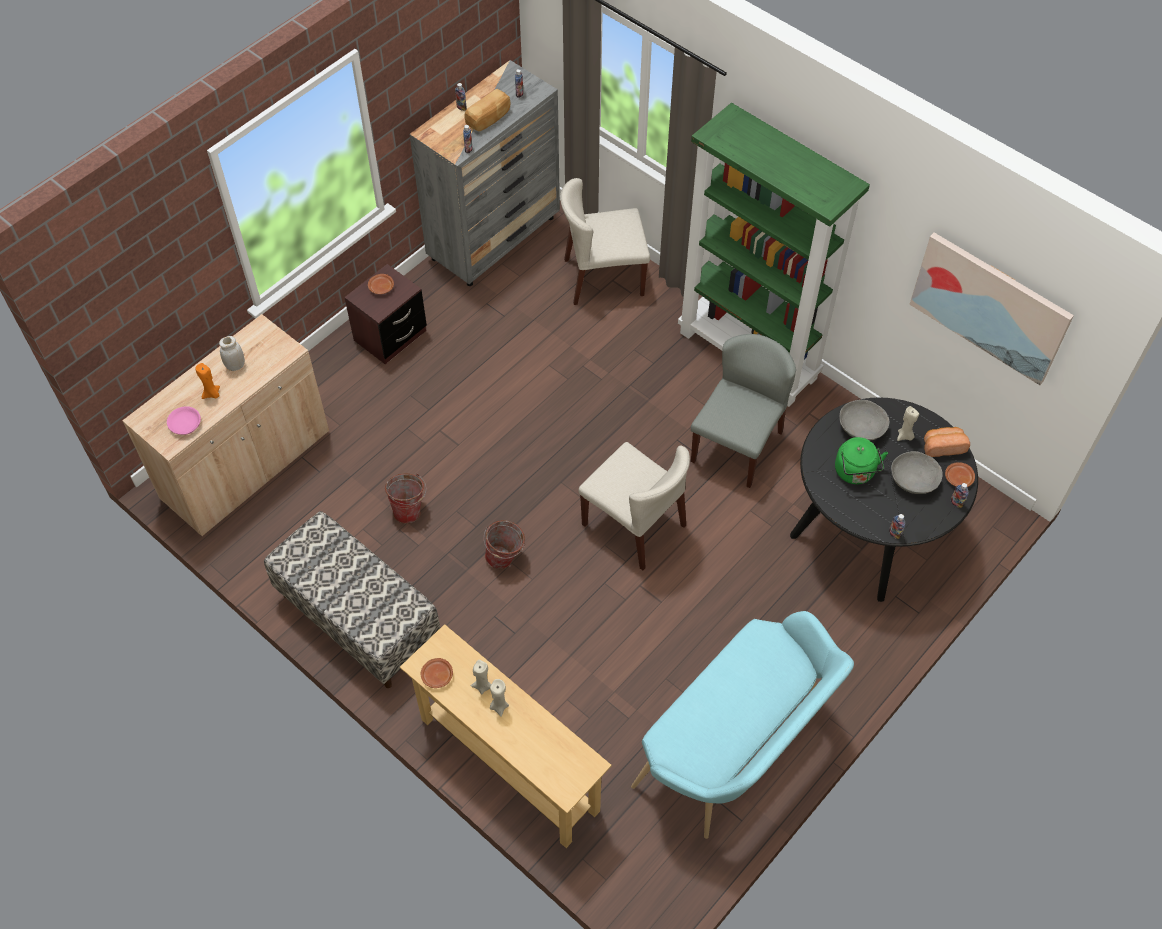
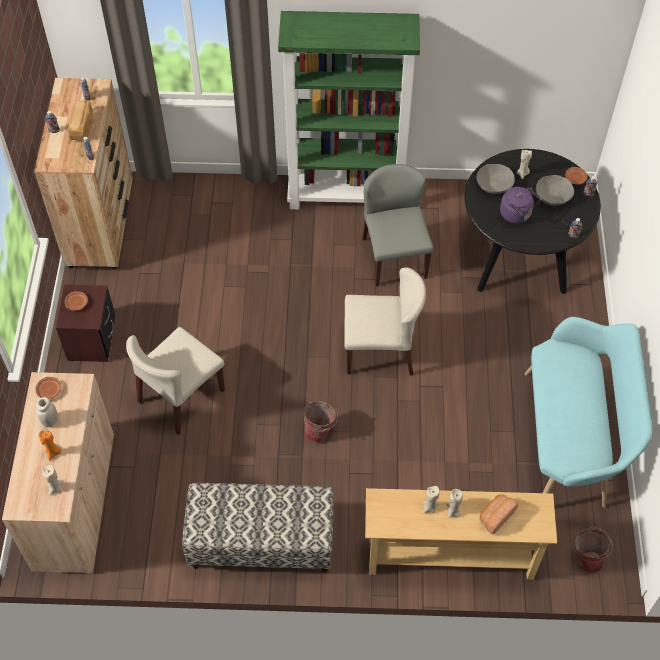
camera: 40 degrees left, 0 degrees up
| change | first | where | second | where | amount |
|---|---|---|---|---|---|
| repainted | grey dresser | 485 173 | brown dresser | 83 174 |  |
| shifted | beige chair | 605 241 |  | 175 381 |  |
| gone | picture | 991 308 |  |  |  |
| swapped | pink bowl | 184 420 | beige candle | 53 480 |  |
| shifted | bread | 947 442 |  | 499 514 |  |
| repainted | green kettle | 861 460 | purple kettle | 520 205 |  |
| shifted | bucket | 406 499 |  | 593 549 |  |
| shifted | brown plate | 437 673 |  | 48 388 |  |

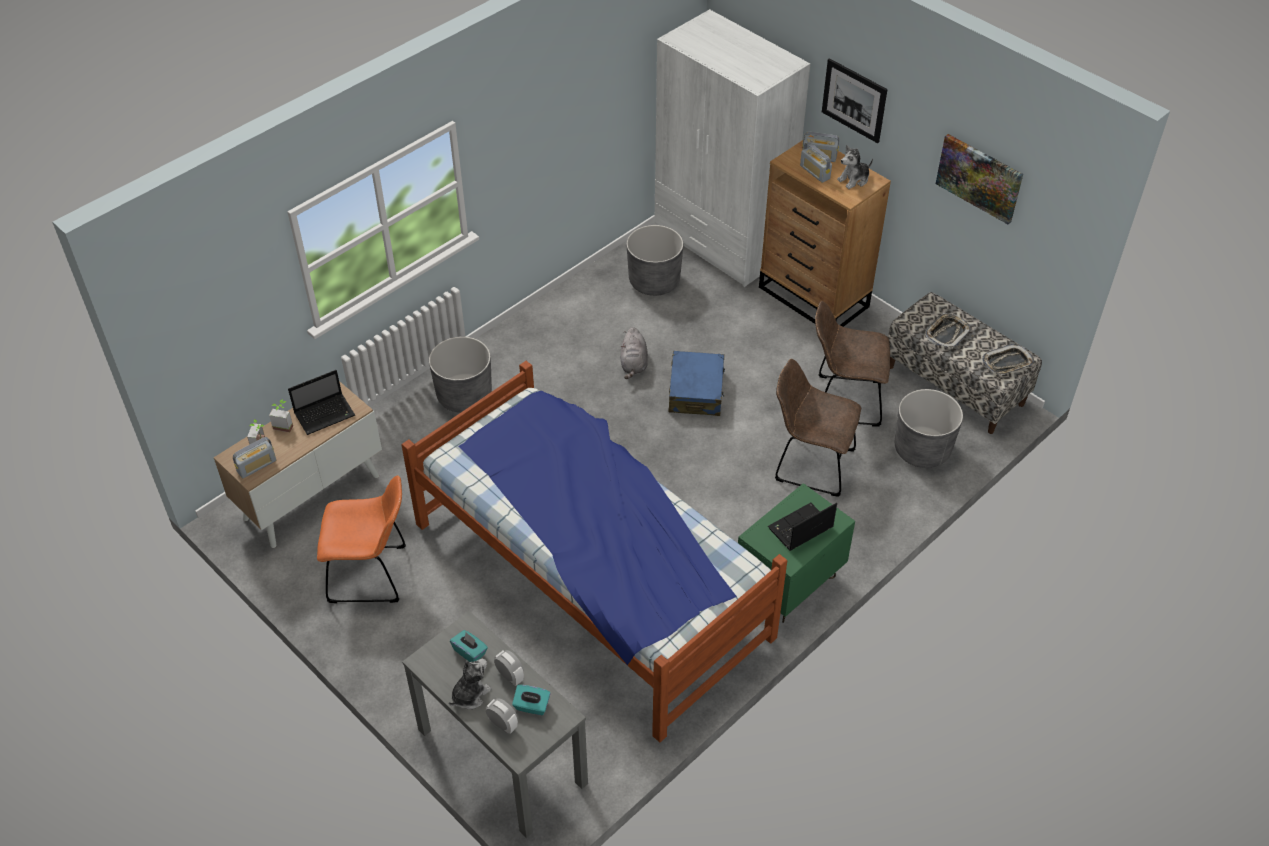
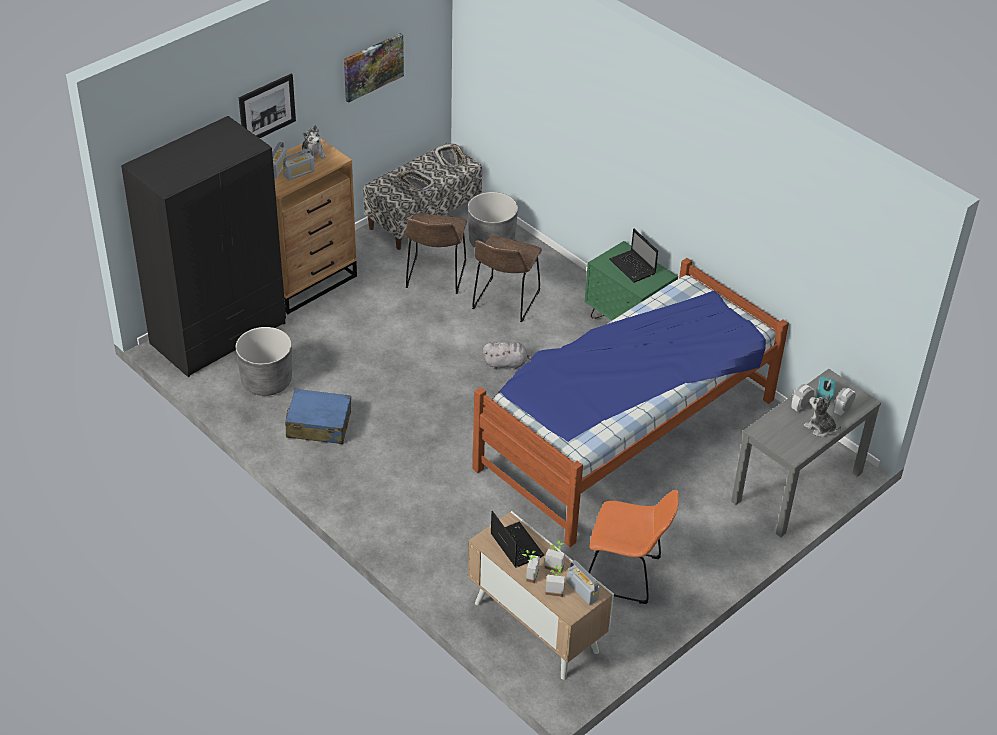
camera: 90 degrees left, 5 degrees down
| change | first | where | second | where | amount |
|---|---|---|---|---|---|
| repainted | white wardrobe | 732 148 | black wardrobe | 203 246 |  |
| shifted | grey plush toy | 634 353 |  | 507 355 |  |
| gone | grey planter | 460 374 |  |  |  |
| shifted | blue suitcase | 696 383 |  | 318 416 |  |
| rotated | orange chair | 361 539 |  | 633 547 | 105 degrees clockwise |
| gone | turquoise tissue box | 469 646 |  |  |  |
| new |  |  | potted plant | 555 557 |  |

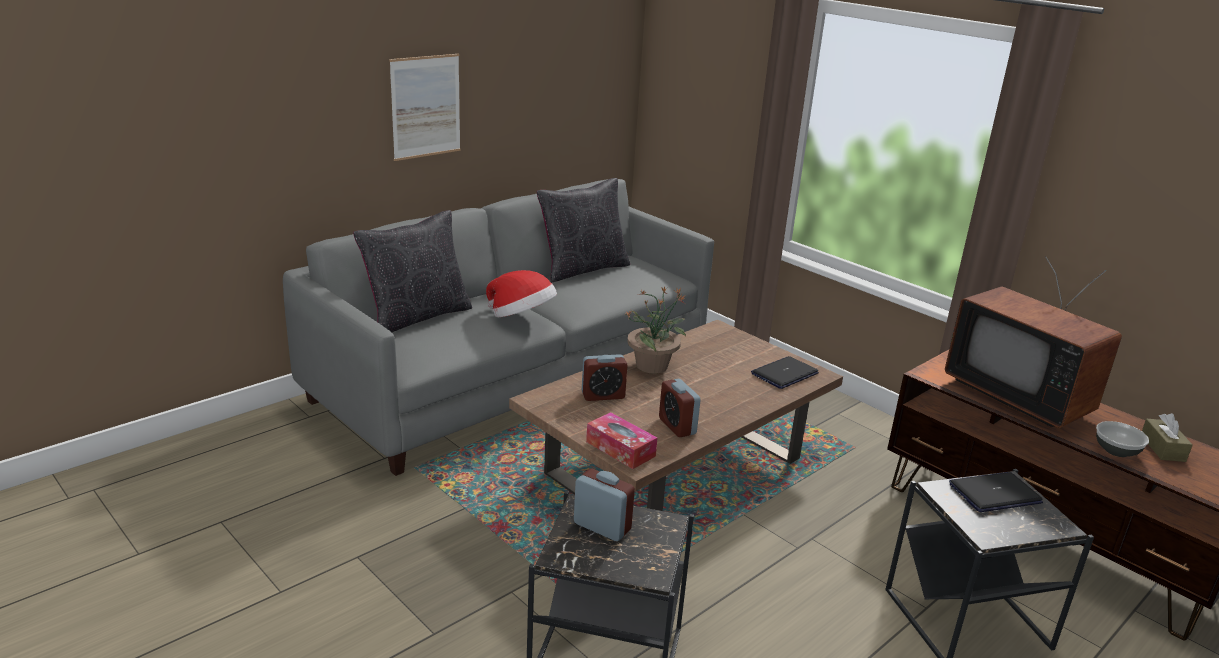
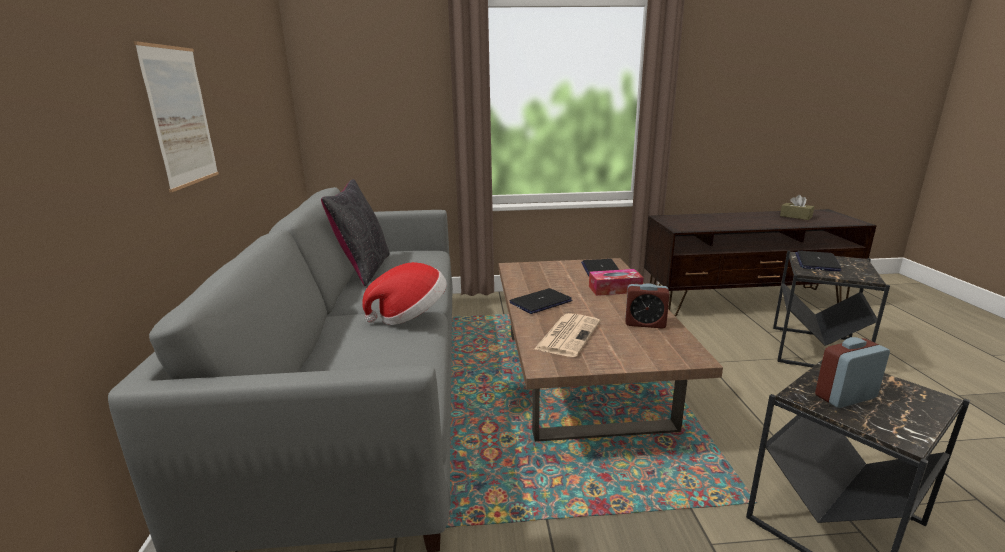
camera: 50 degrees left, 5 degrees down
| change | first | where | second | where | amount |
|---|---|---|---|---|---|
| gone | black pillow | 412 271 |  |  |  |
| gone | television | 1033 342 |  |  |  |
| swapped | potted plant | 655 330 | laptop | 540 301 |  |
| swapped | alarm clock | 605 377 | newspaper | 567 335 |  |
| shifted | tissue box | 621 440 |  | 616 282 |  |
| gone | bowl | 1122 439 |  |  |  |

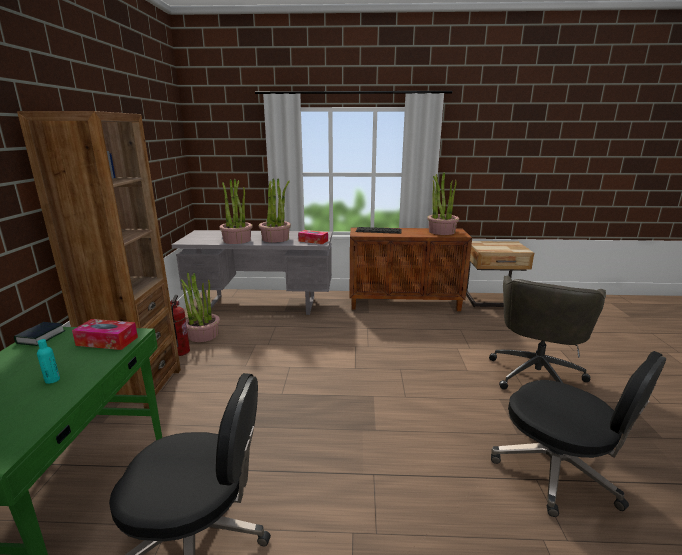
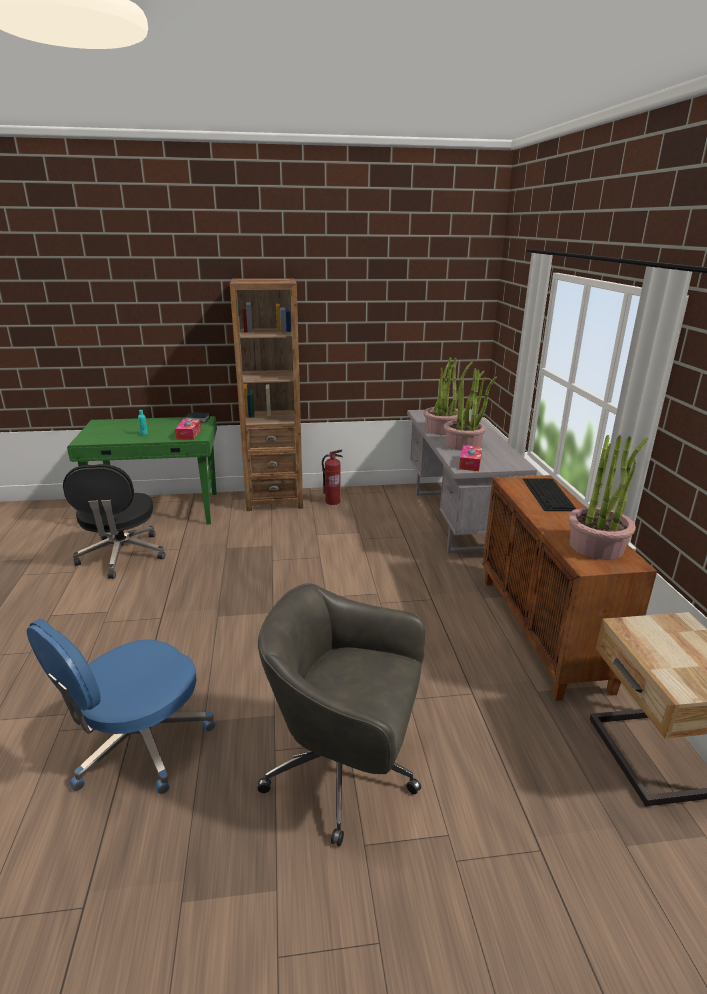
camera: 80 degrees right, 5 degrees up
| change | first | where | second | where | amount |
|---|---|---|---|---|---|
| gone | potted plant | 200 307 |  |  |  |
| repainted | black office chair | 578 434 | blue office chair | 121 706 |  |

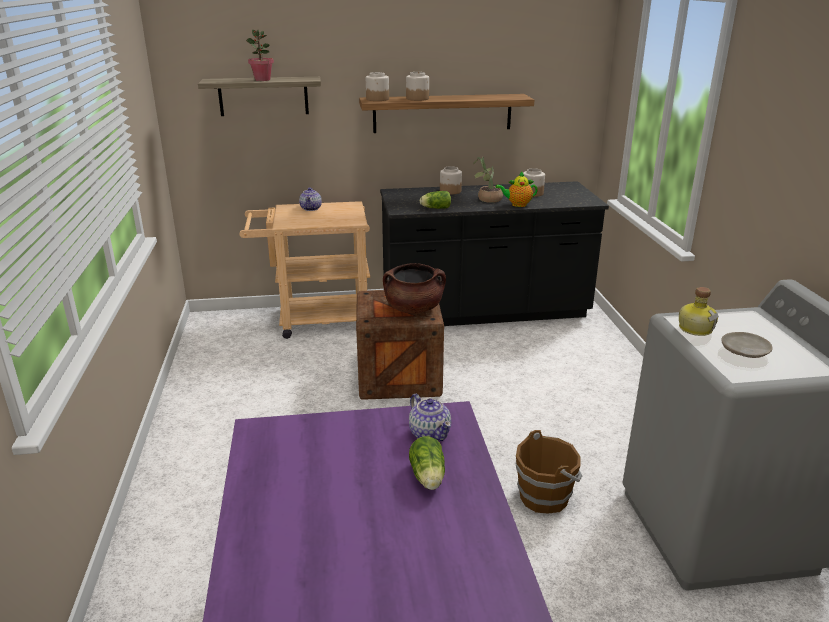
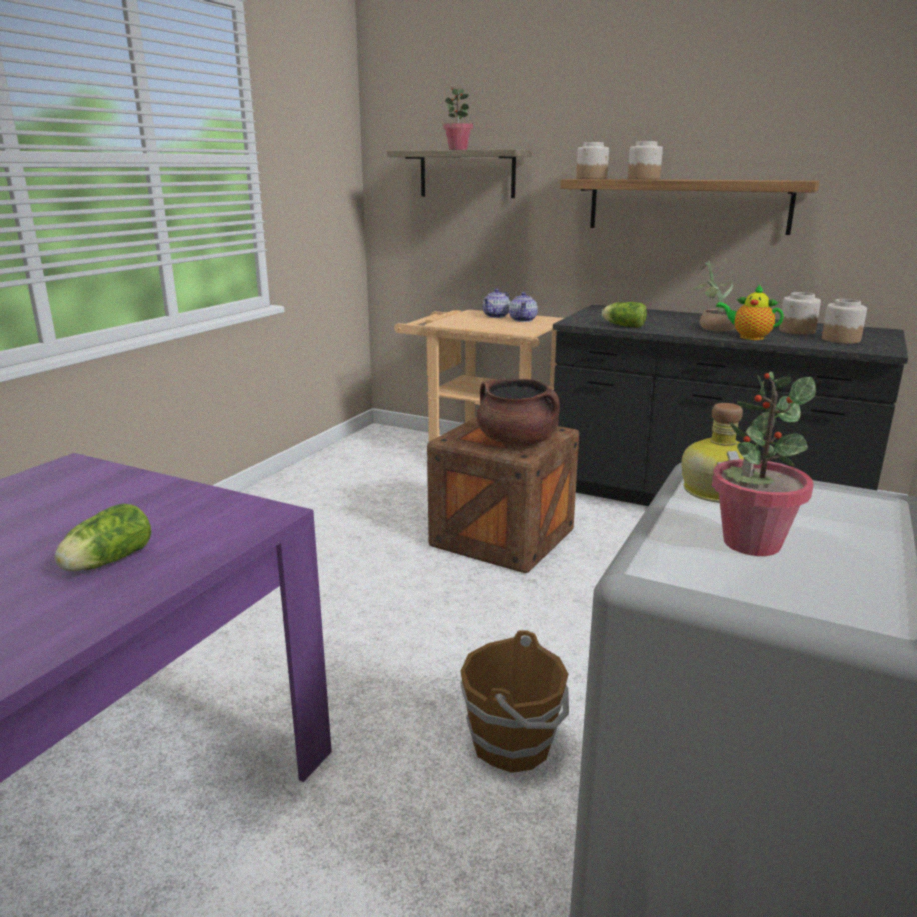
camera: 35 degrees right, 5 degrees down
| change | first | where | second | where | amount |
|---|---|---|---|---|---|
| shifted | jar | 451 180 |  | 844 321 |  |
| swapped | beige plate | 747 345 | potted plant | 764 464 |  |
| shifted | teapot | 430 417 |  | 523 307 |  |

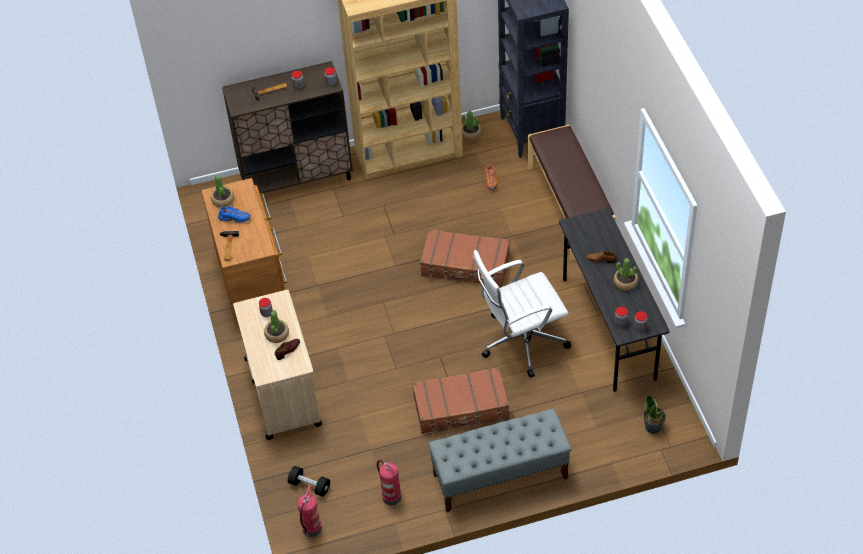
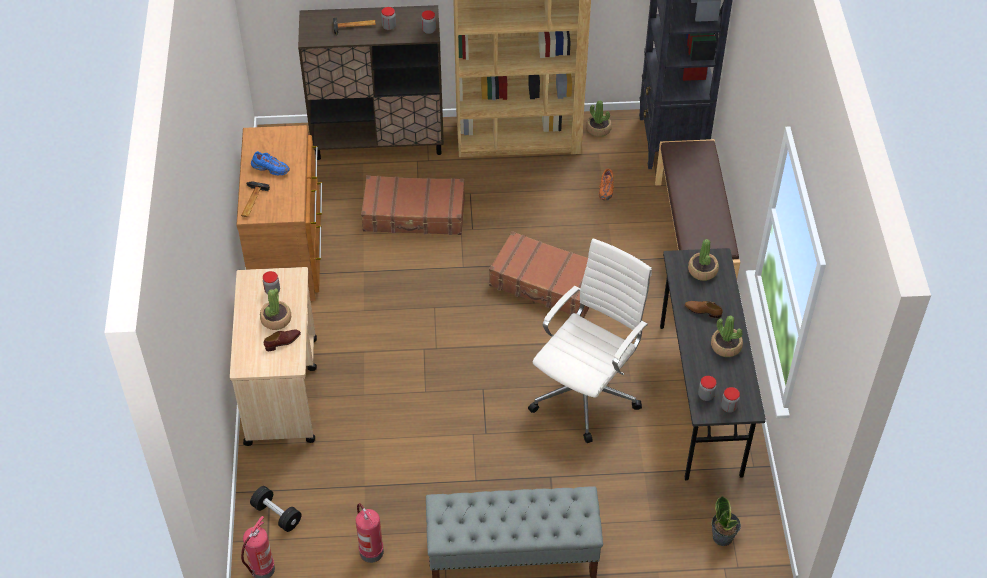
camera: 10 degrees right, 0 degrees up
| change | first | where | second | where | amount |
|---|---|---|---|---|---|
| shifted | potted plant | 222 191 |  | 703 260 |  |
| rotated | white office chair | 522 314 |  | 590 340 | 135 degrees clockwise |
| shifted | brown suitcase | 460 400 |  | 413 205 |  |

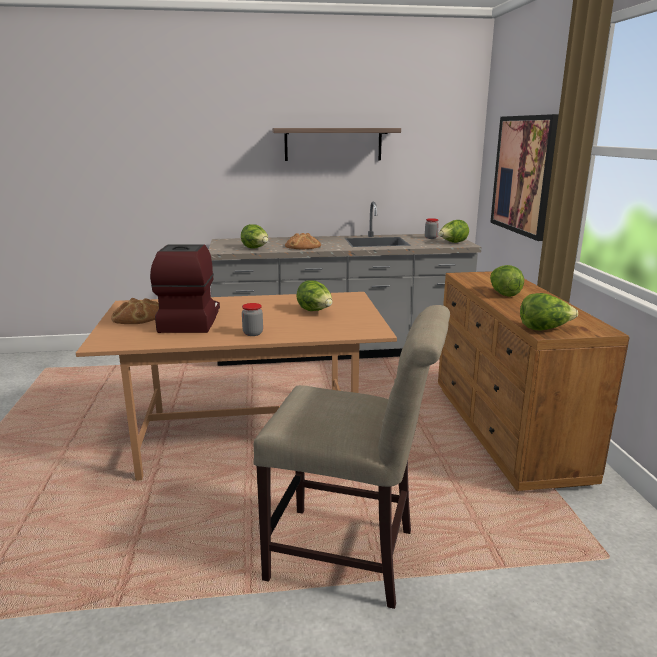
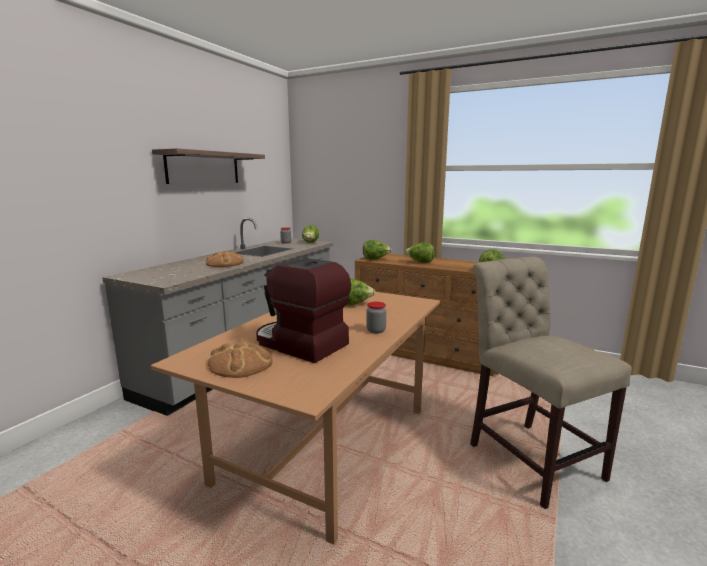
camera: 55 degrees left, 5 degrees down
| change | first | where | second | where | amount |
|---|---|---|---|---|---|
| gone | picture | 524 177 |  |  |  |
| shifted | lettuce | 254 236 |  | 377 250 |  |
| rotated | beige chair | 351 457 |  | 551 383 | 75 degrees counterclockwise |

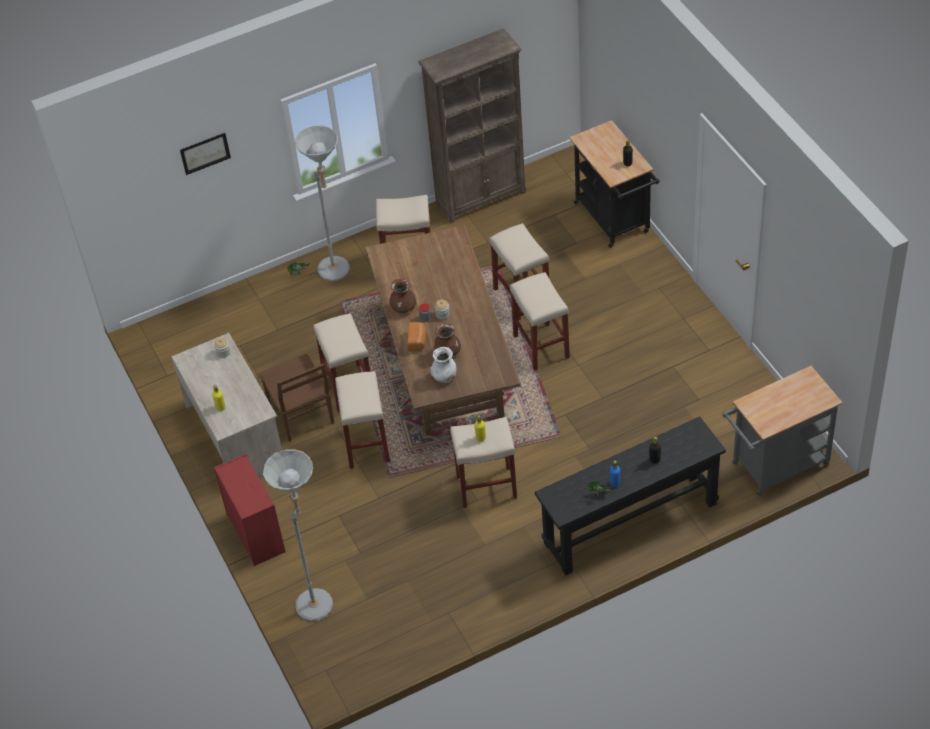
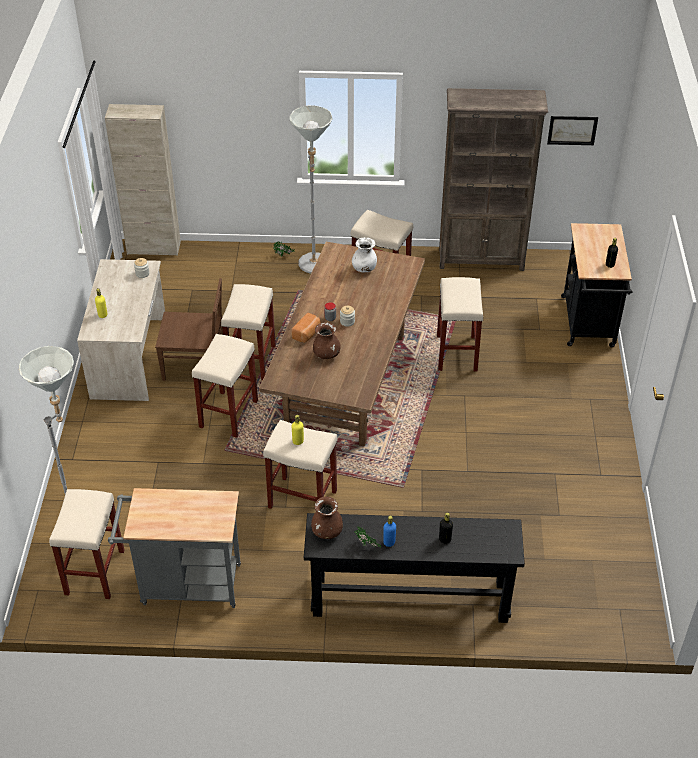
camera: 25 degrees right, 5 degrees down
| change | first | where | second | where | amount |
|---|---|---|---|---|---|
| shifted | picture | 205 154 |  | 572 130 |  |
| shifted | beige stool | 540 321 |  | 86 544 |  |
| shifted | brown vase | 402 296 |  | 327 517 |  |
| shifted | white vase | 443 365 |  | 364 254 |  |
| rotated | brown chair | 296 398 |  | 189 329 | 90 degrees counterclockwise |
| shifted | grey cart | 782 431 |  | 174 548 |  |
| gone | red dresser | 250 510 |  |  |  |
| new |  |  | beige cabinet | 143 180 |  |

